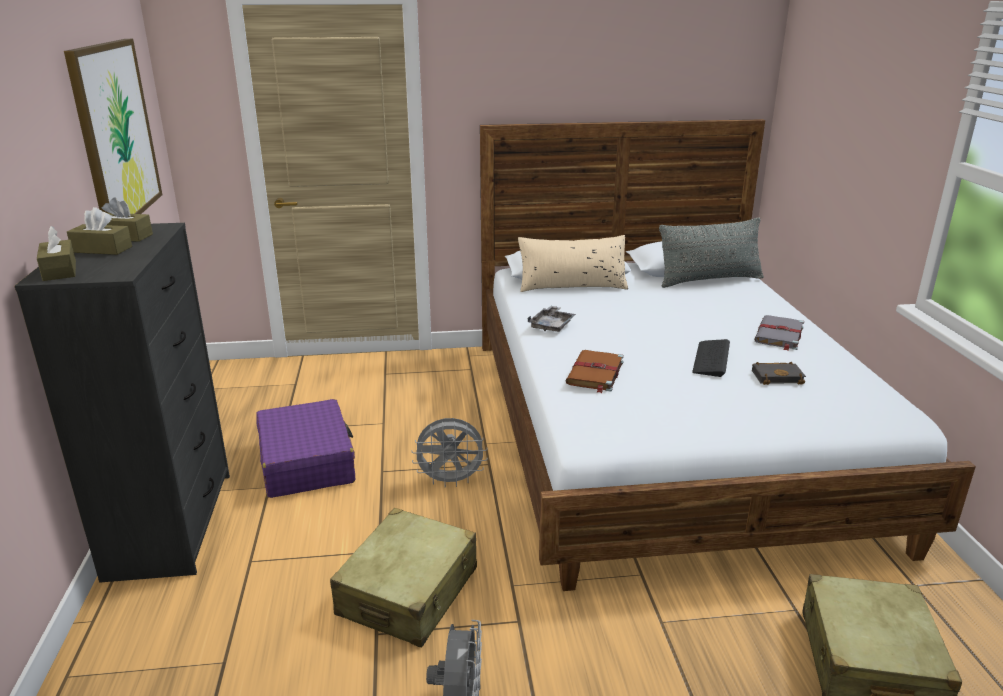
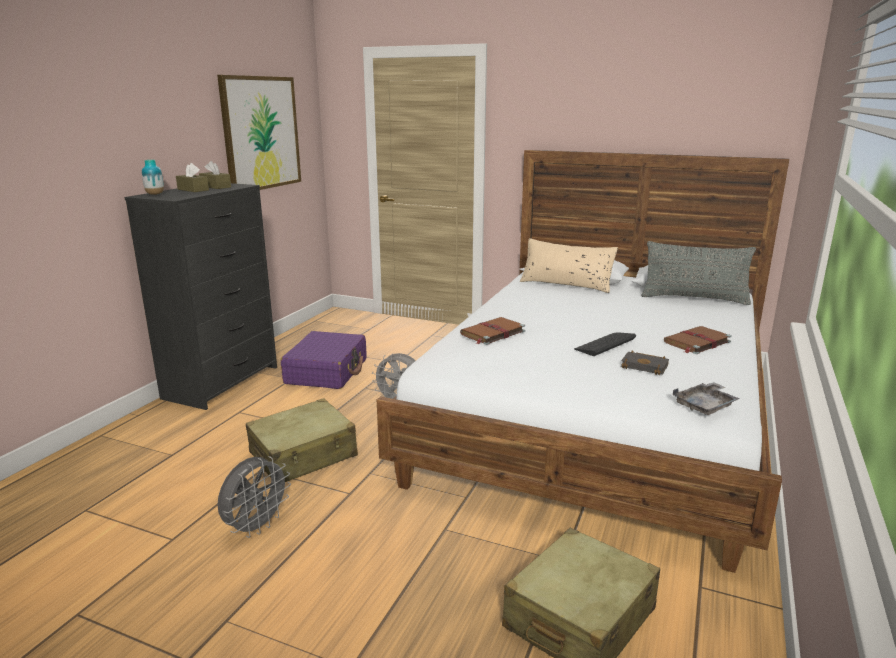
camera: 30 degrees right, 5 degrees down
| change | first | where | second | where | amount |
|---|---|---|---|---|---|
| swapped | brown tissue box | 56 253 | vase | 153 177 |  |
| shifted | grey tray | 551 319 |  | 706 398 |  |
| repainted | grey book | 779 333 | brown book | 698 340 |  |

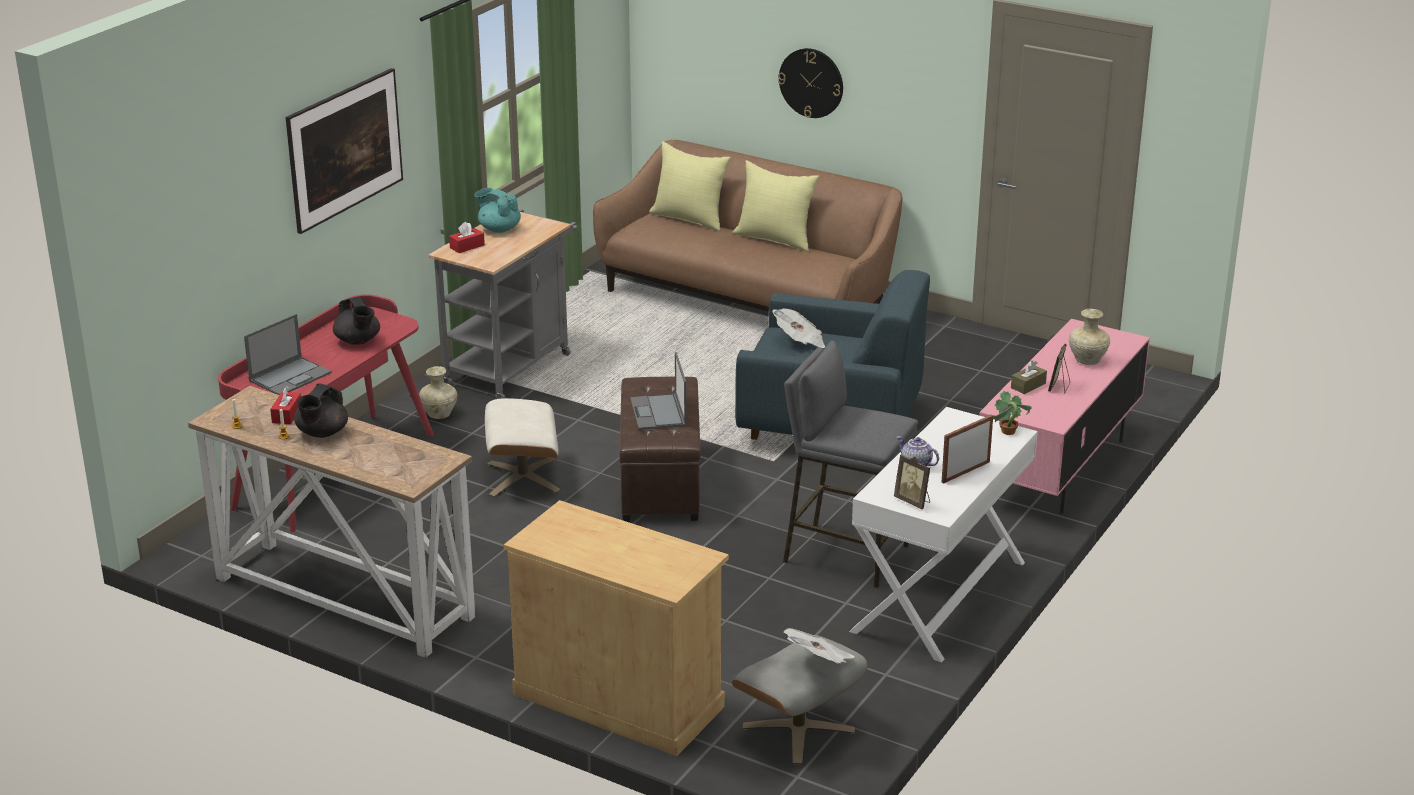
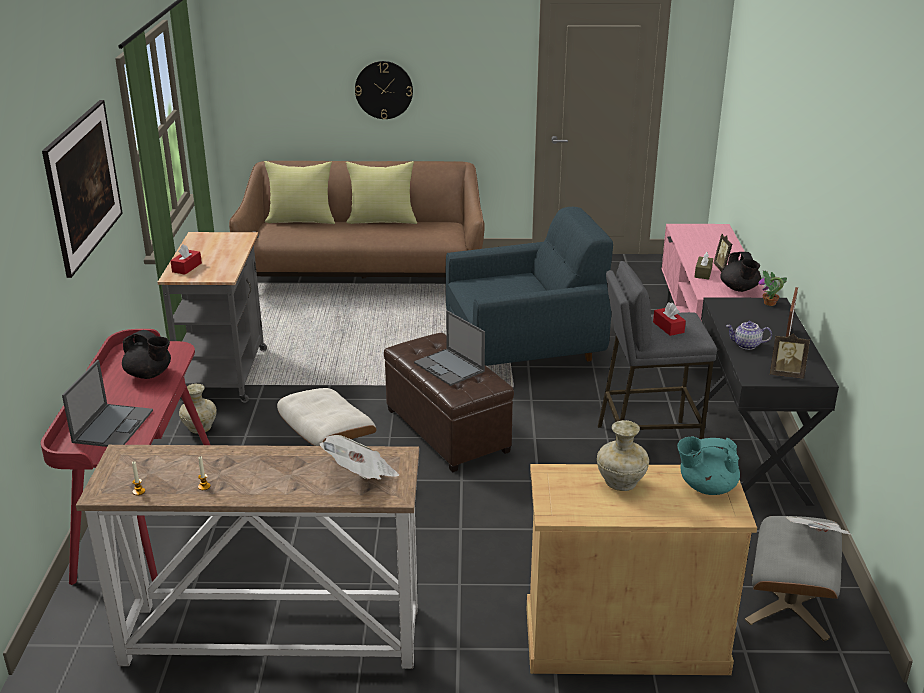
camera: 30 degrees left, 0 degrees up
| change | first | where | second | where | amount |
|---|---|---|---|---|---|
| shifted | turquoise teapot | 498 210 |  | 708 466 |  |
| shifted | newspaper | 798 328 |  | 359 457 |  |
| shifted | beige vase | 1089 337 |  | 623 455 |  |
| shifted | black teapot | 321 410 |  | 740 272 |  |
| shifted | red tissue box | 285 405 |  | 669 319 |  |
| repainted | white desk | 943 534 | black desk | 765 401 |  |

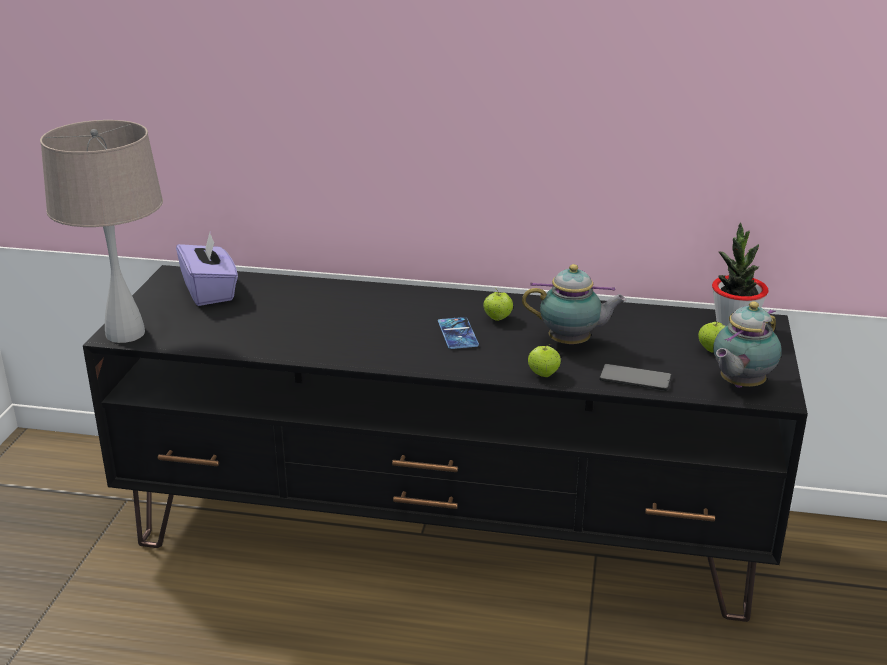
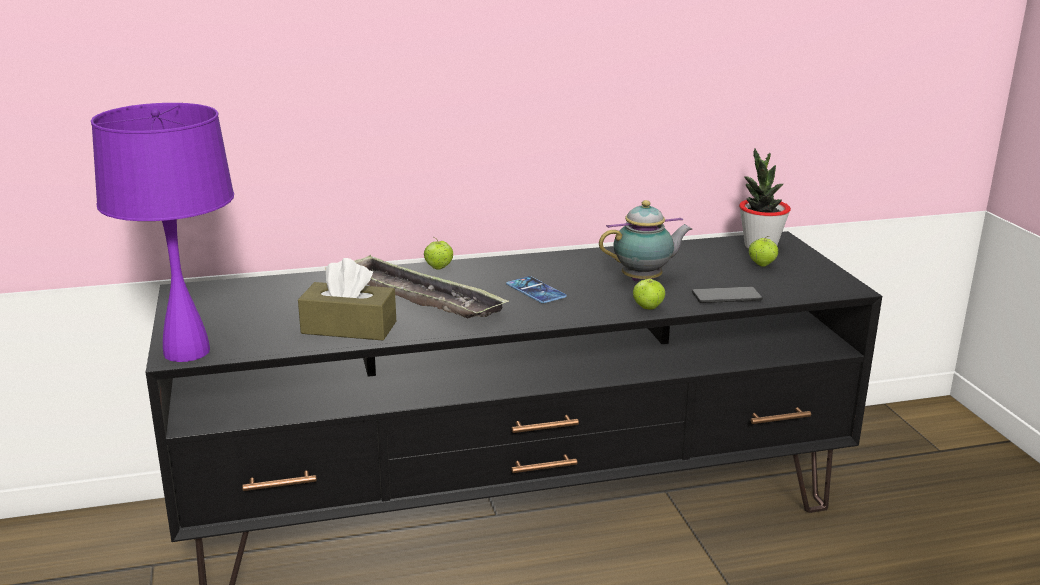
camera: 25 degrees left, 5 degrees down
| change | first | where | second | where | amount |
|---|---|---|---|---|---|
| repainted | beige table lamp | 101 231 | purple table lamp | 162 232 |  |
| gone | purple tissue box | 207 269 |  |  |  |
| shifted | apple | 498 304 |  | 438 253 |  |
| gone | teapot | 747 344 |  |  |  |
| new |  |  | tray | 431 286 |  |
| new |  |  | brown tissue box | 347 299 |  |

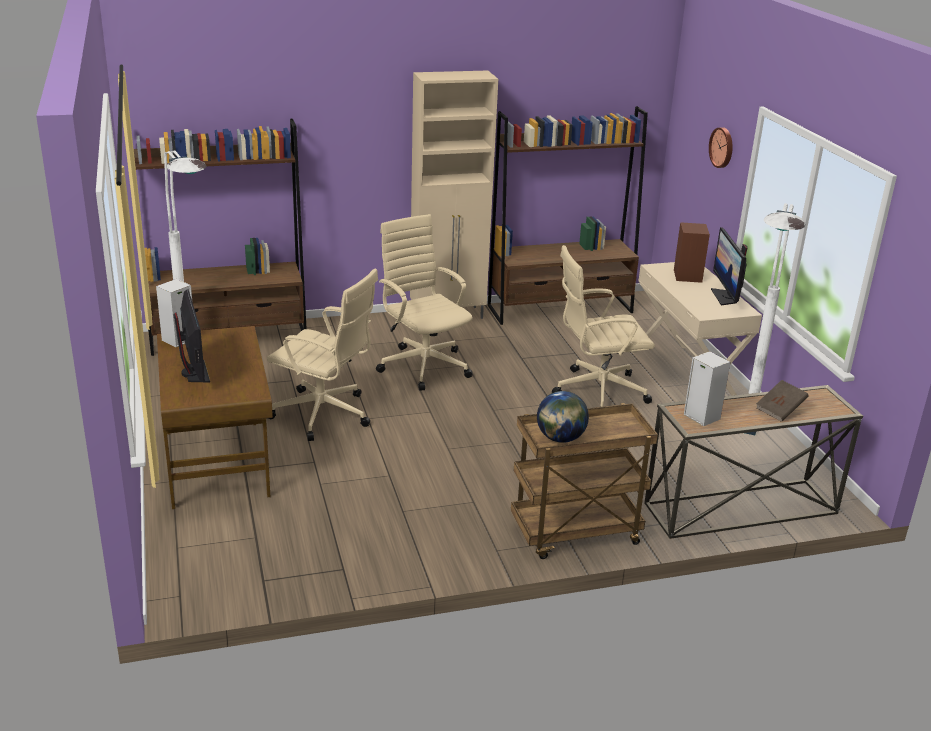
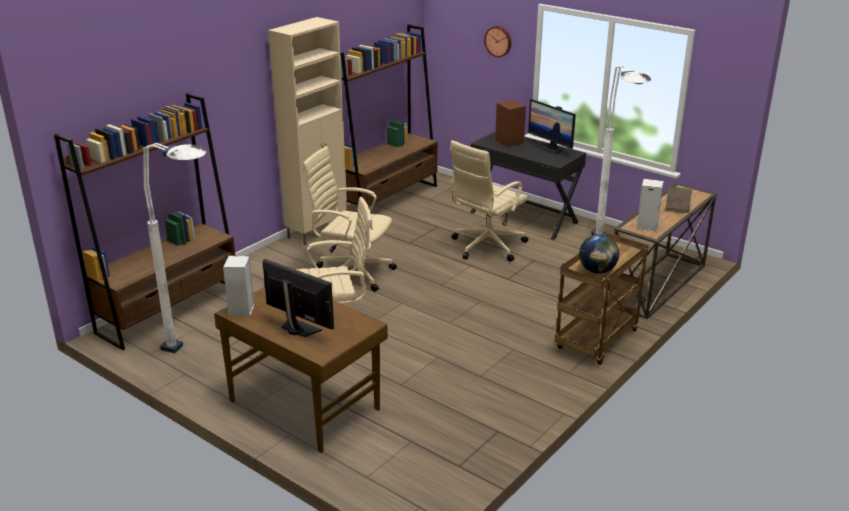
camera: 35 degrees left, 0 degrees up
| change | first | where | second | where | amount |
|---|---|---|---|---|---|
| repainted | beige desk | 696 329 | black desk | 528 185 |  |

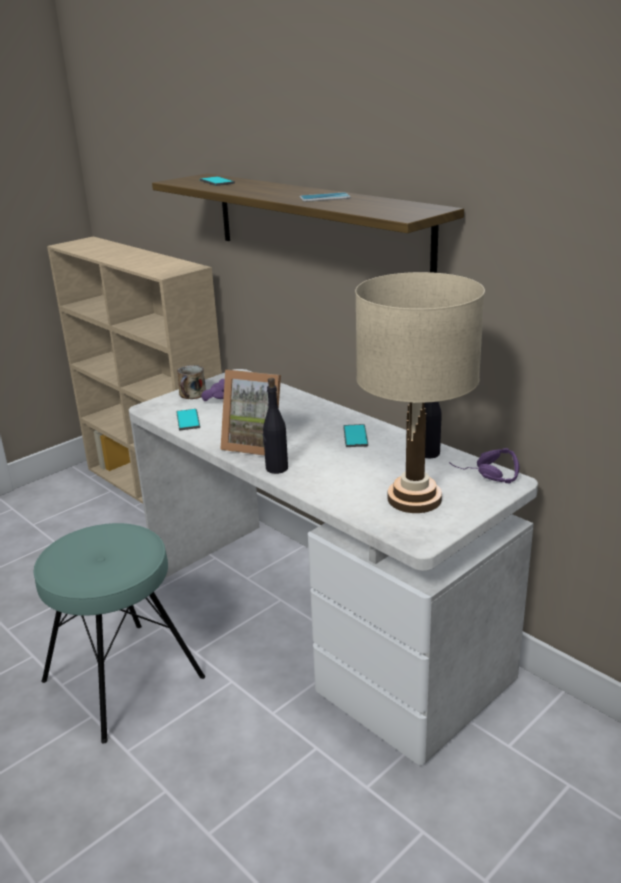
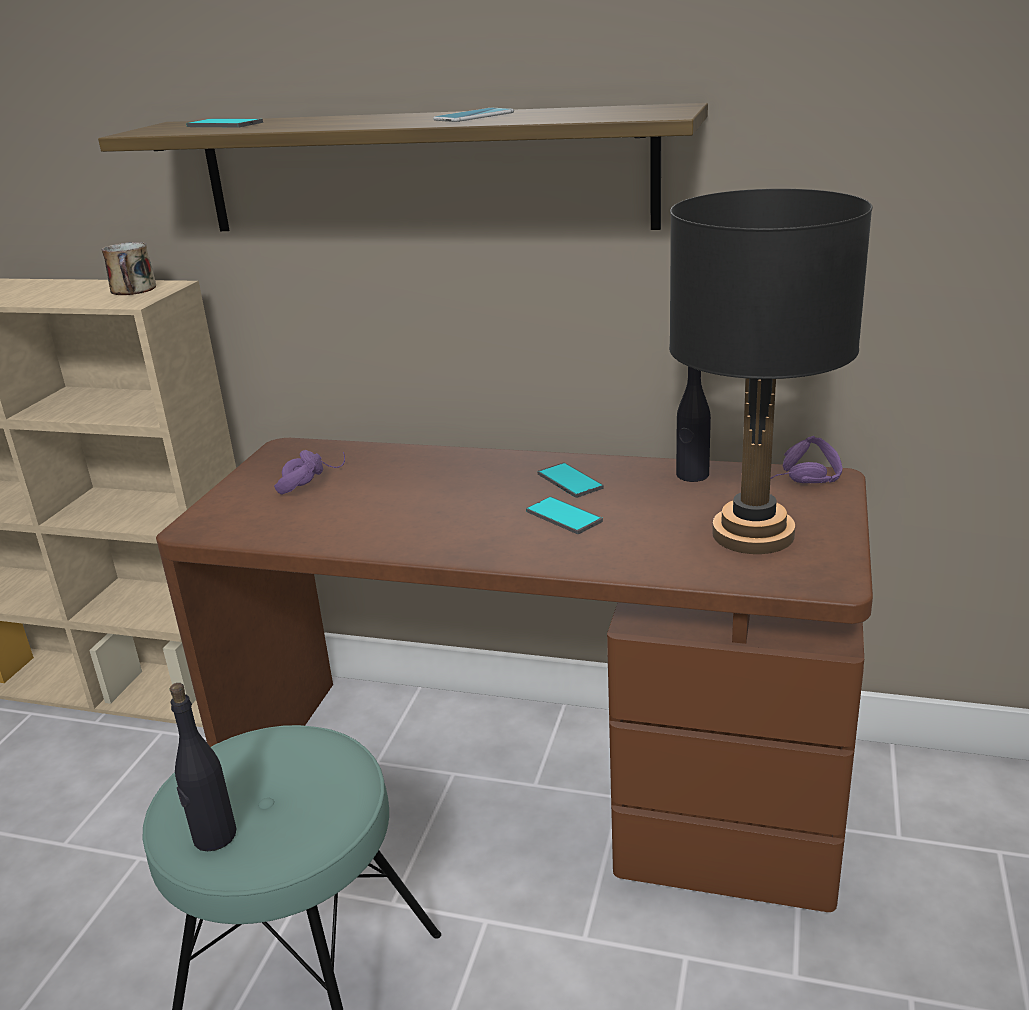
camera: 30 degrees left, 0 degrees up
| change | first | where | second | where | amount |
|---|---|---|---|---|---|
| repainted | beige table lamp | 420 392 | black table lamp | 771 371 |  |
| shifted | mug | 191 382 |  | 129 268 |  |
| repainted | white desk | 333 567 | brown desk | 514 675 |  |
| gone | picture frame | 250 413 |  |  |  |
| shifted | black bottle | 275 426 |  | 203 767 |  |
| shifted | phone | 188 419 |  | 564 515 |  |

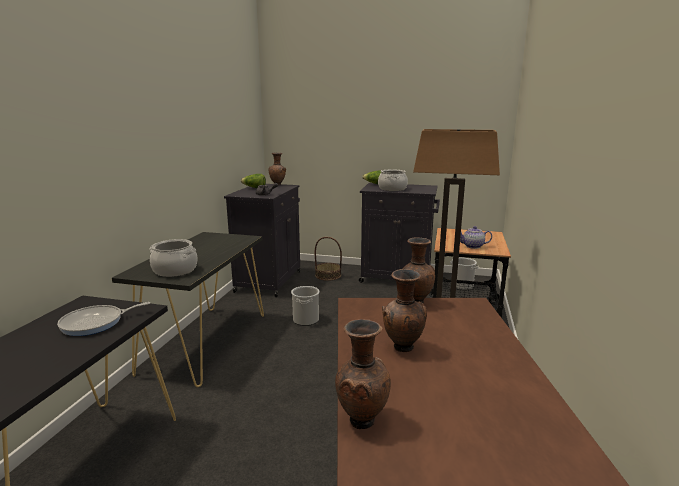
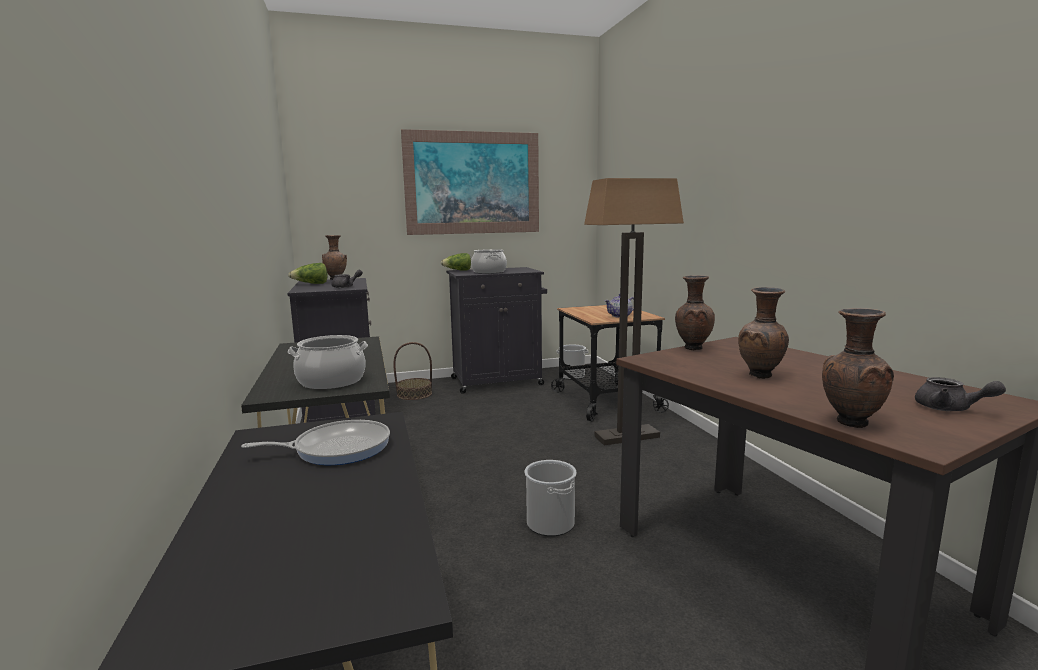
camera: 30 degrees left, 5 degrees down
| change | first | where | second | where | amount |
|---|---|---|---|---|---|
| shifted | bucket | 305 306 |  | 551 498 |  |
| rotated | frying pan | 103 319 |  | 315 442 | 135 degrees counterclockwise |
| new |  |  | picture | 470 182 |  |
| new |  |  | grey teapot | 960 394 |  |

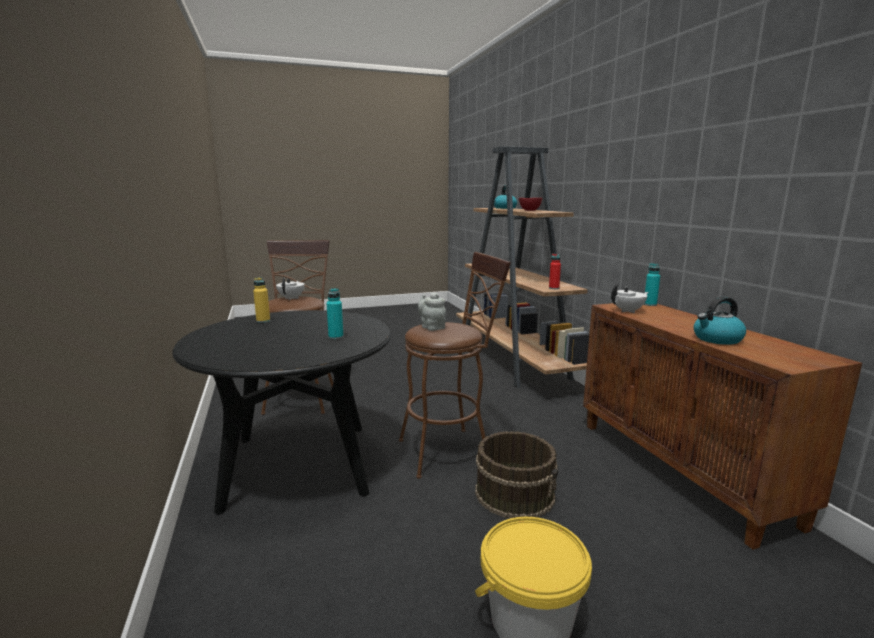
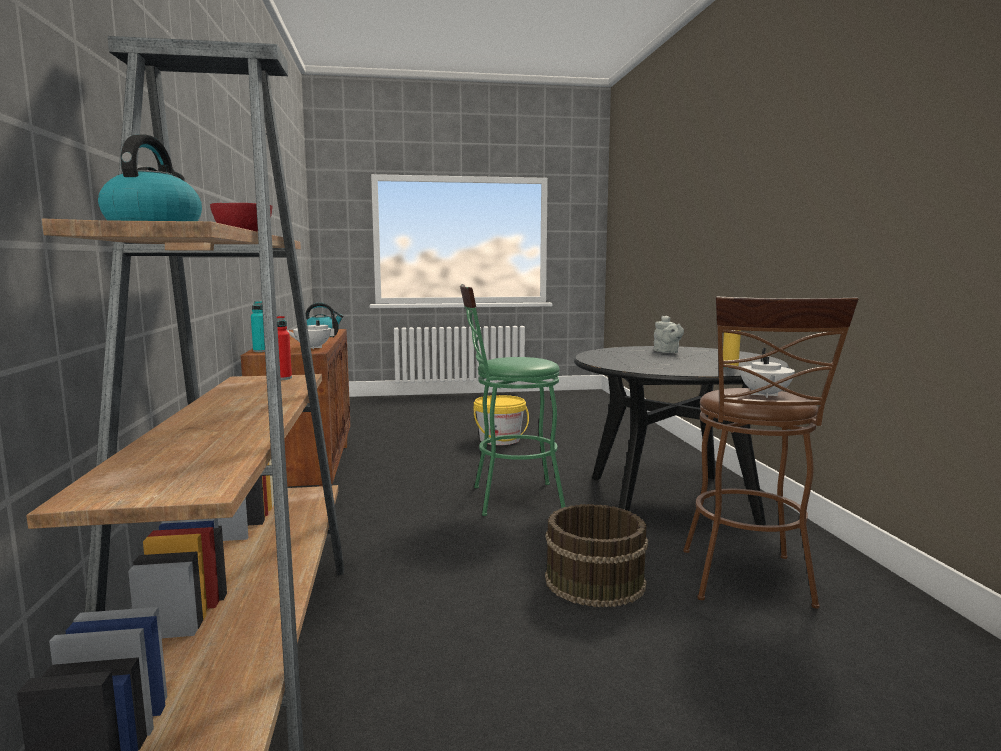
camera: 170 degrees left, 5 degrees down
| change | first | where | second | where | amount |
|---|---|---|---|---|---|
| repainted | brown stool | 455 365 | green stool | 513 400 |  |
| gone | turquoise bottle | 335 313 |  |  |  |
| shifted | grey teapot | 432 311 |  | 669 334 |  |
| shifted | brown bucket | 516 474 |  | 596 555 |  |

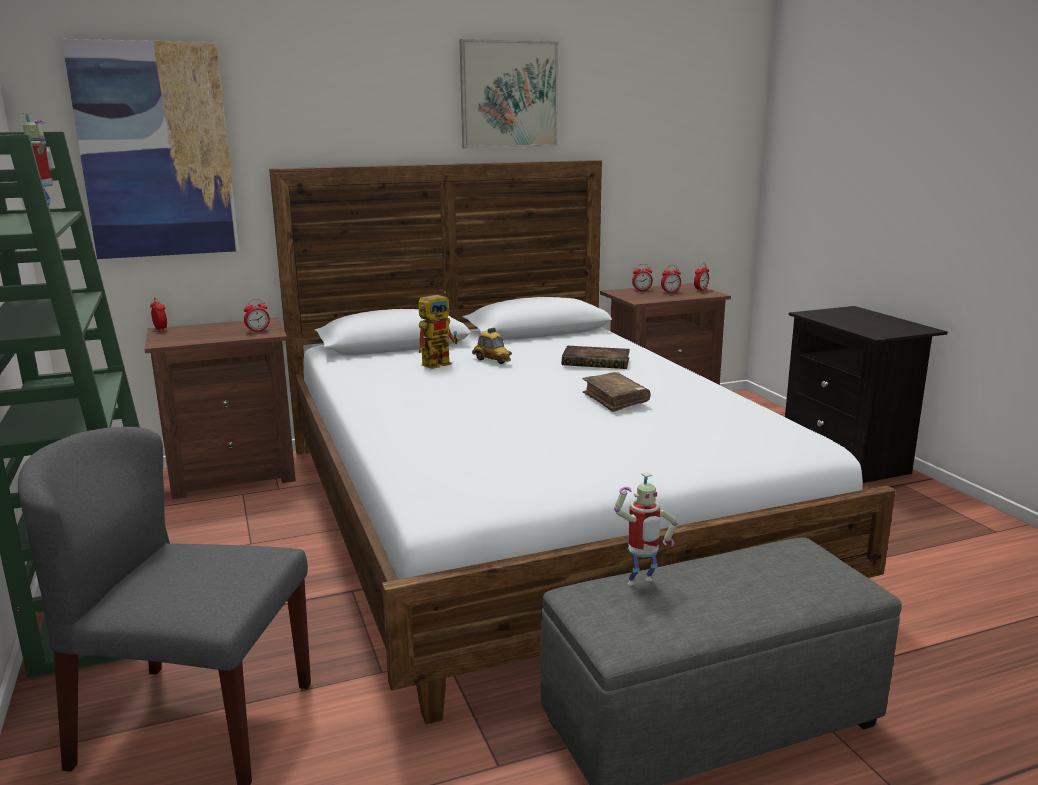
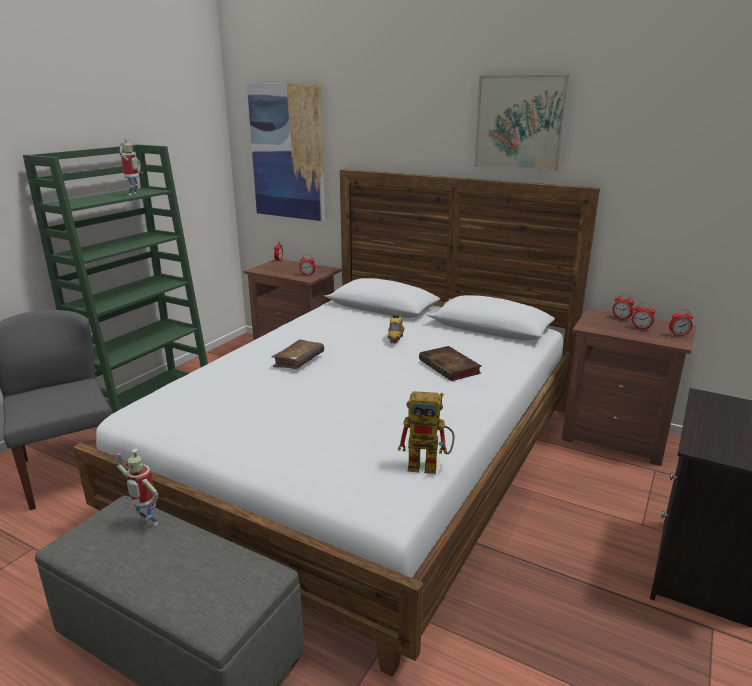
camera: 50 degrees right, 5 degrees up
| change | first | where | second | where | amount |
|---|---|---|---|---|---|
| shifted | toy robot | 438 330 |  | 426 432 |  |
| shifted | brown book | 616 392 |  | 298 354 |  |

